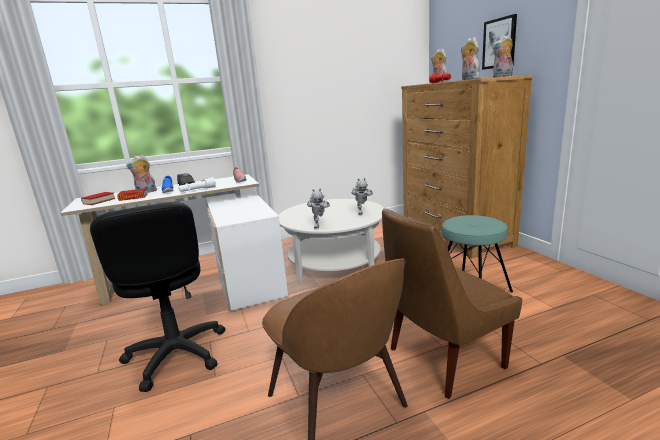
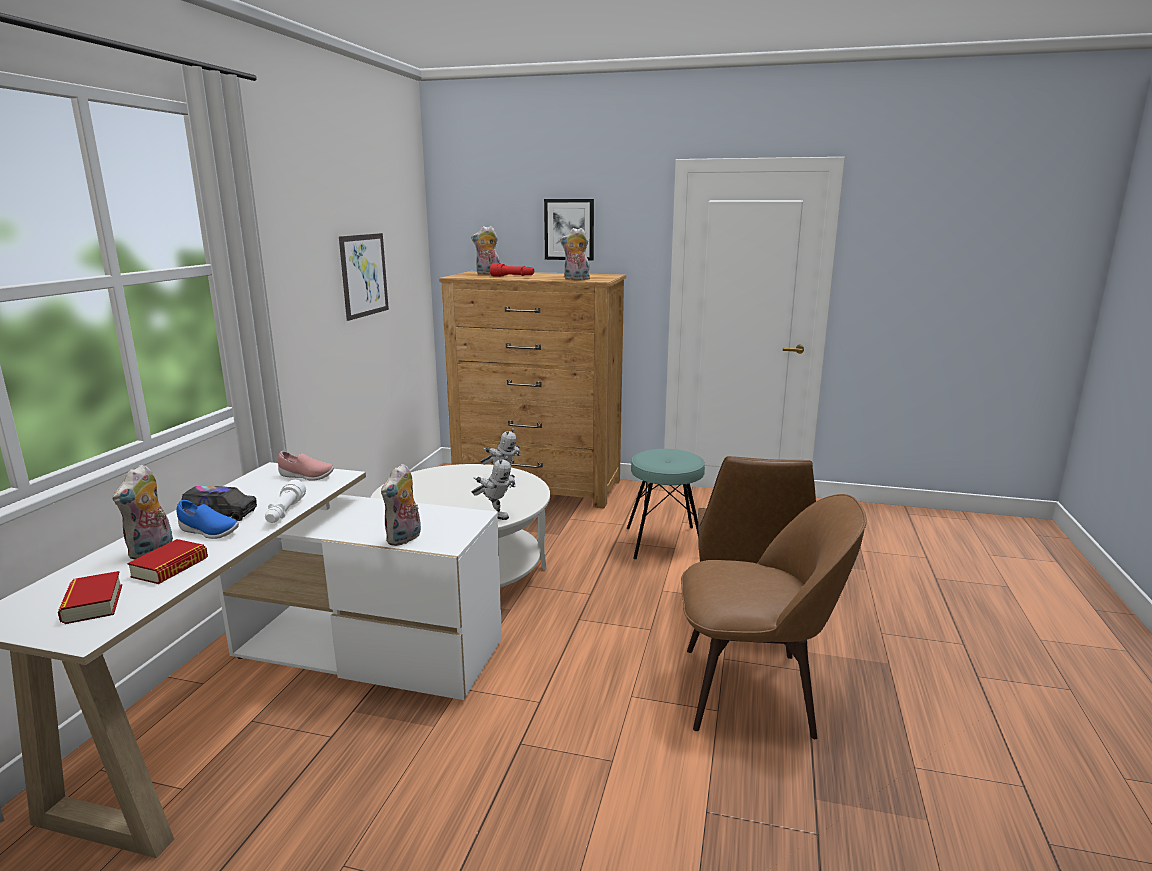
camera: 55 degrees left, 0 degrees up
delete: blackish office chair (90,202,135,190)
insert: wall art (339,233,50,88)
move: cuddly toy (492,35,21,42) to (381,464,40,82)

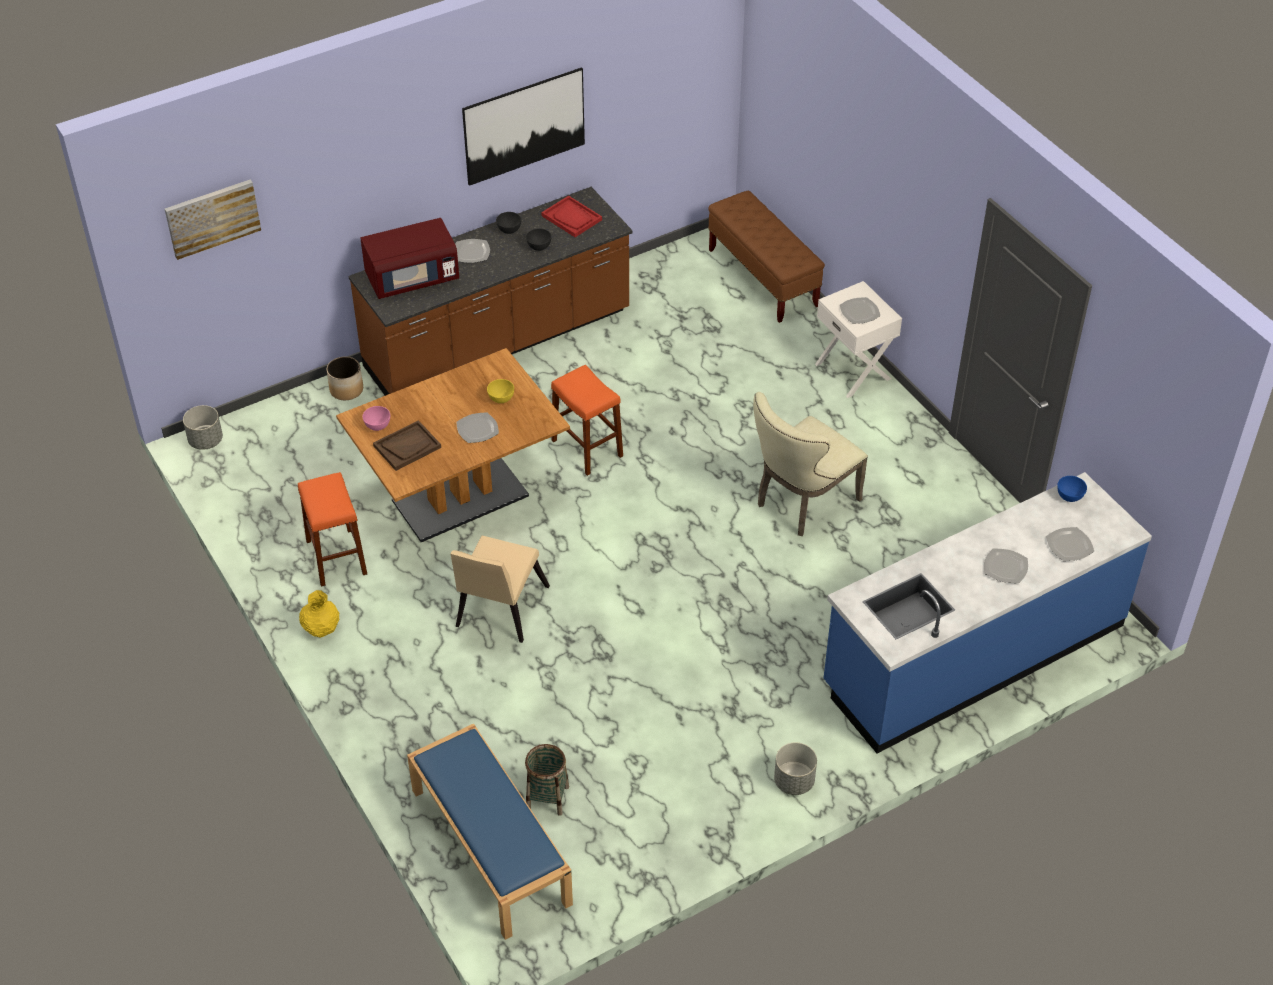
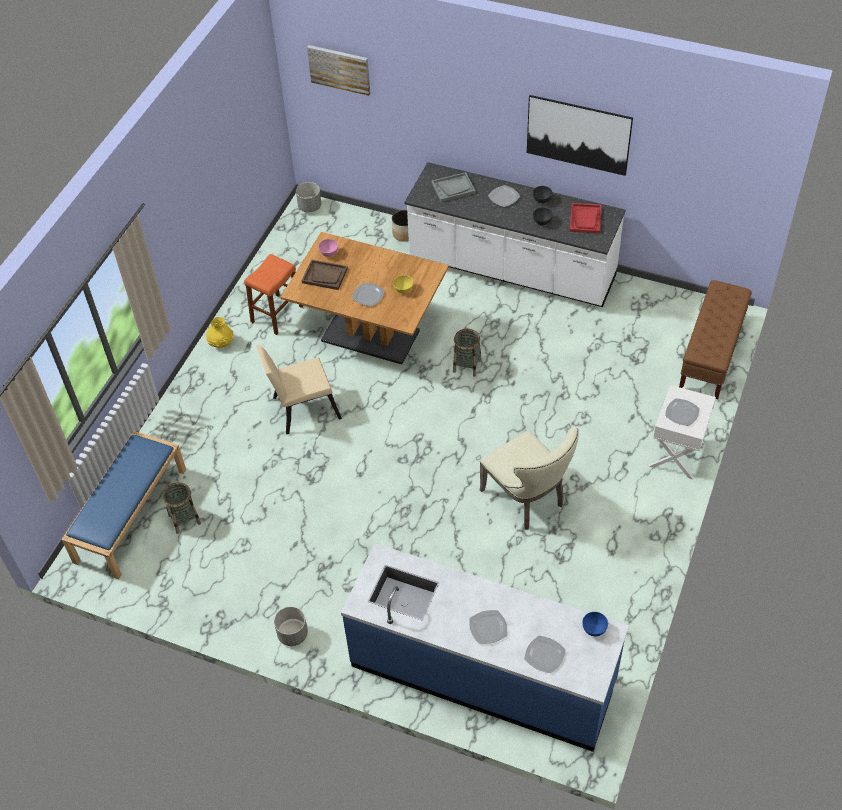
camera: 55 degrees right, 5 degrees up
replace: red microwave oven (360,218,99,81) to grey serving tray (431,172,45,30); orange-coloured sitting stool (551,365,72,111) to basket (453,329,28,48)
recolor: brownish counter (348,187,285,209) to white-coloured counter (404,162,222,145)
rotate: beige-coloured plain chair (753,392,115,144) = (480,427,99,103) 135 degrees counterclockwise

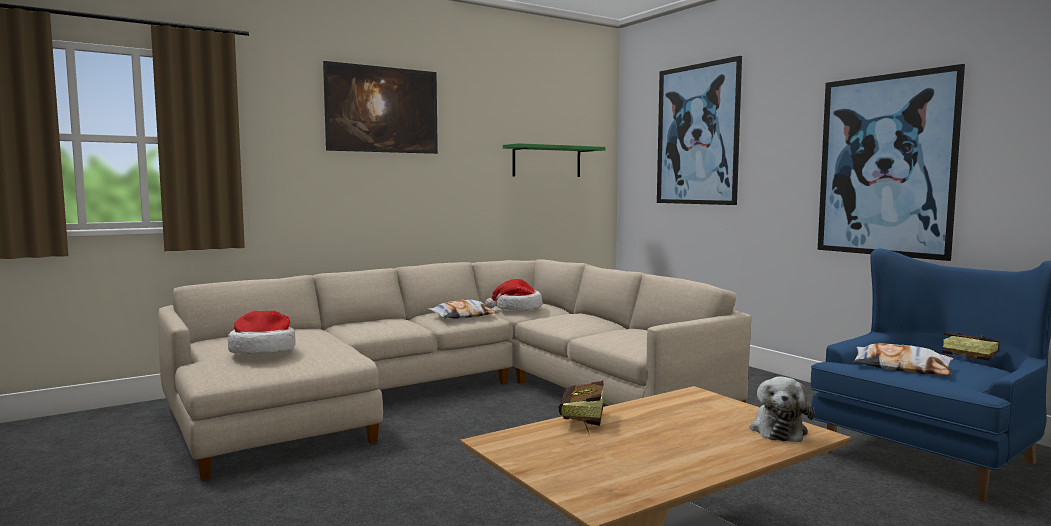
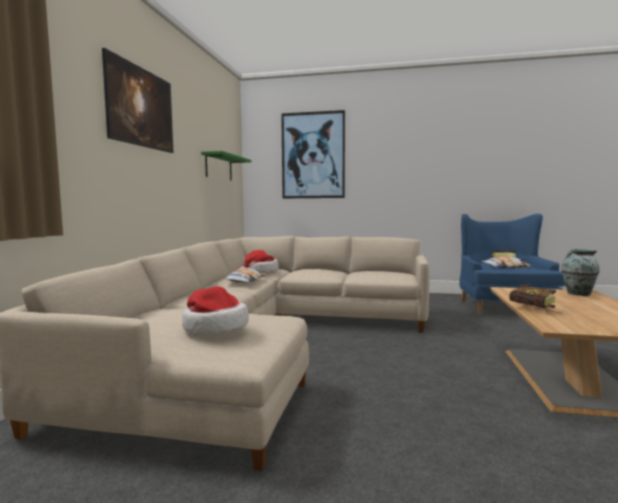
camera: 45 degrees left, 0 degrees up
delete: wall art (818,64,147,197)
replace: cuddly toy (750,376,64,66) to flower vase (561,249,39,47)

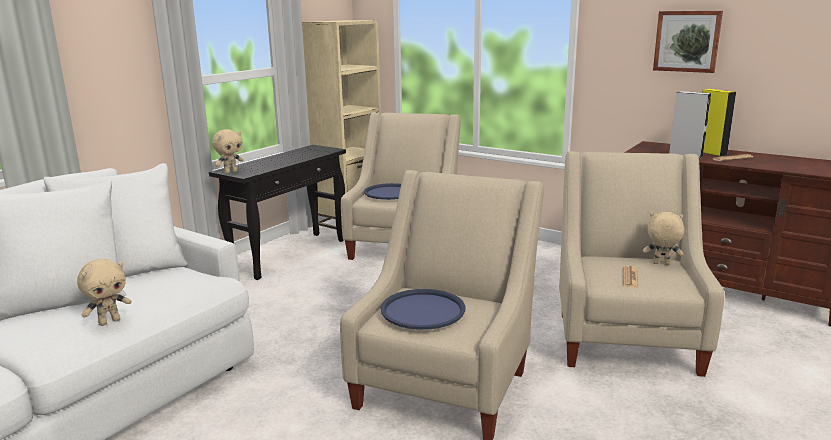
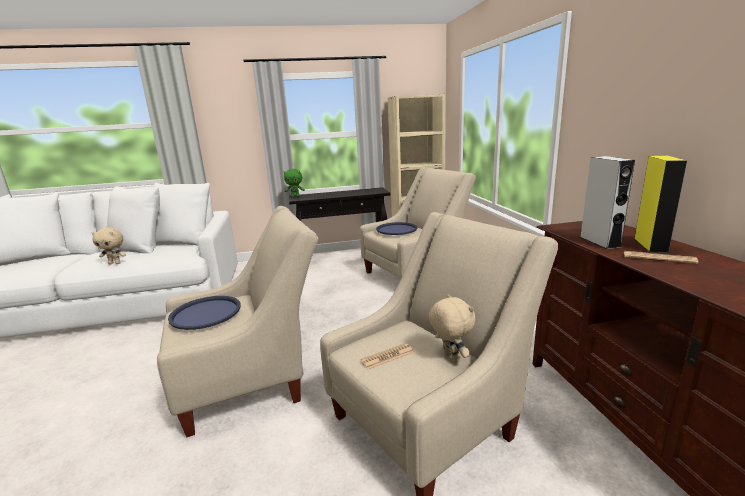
camera: 45 degrees right, 0 degrees up
delete: wall art (653,11,70,62)
recolor: beige-coloured cuddly toy (212,129,32,45) to greenish cuddly toy (284,169,21,29)

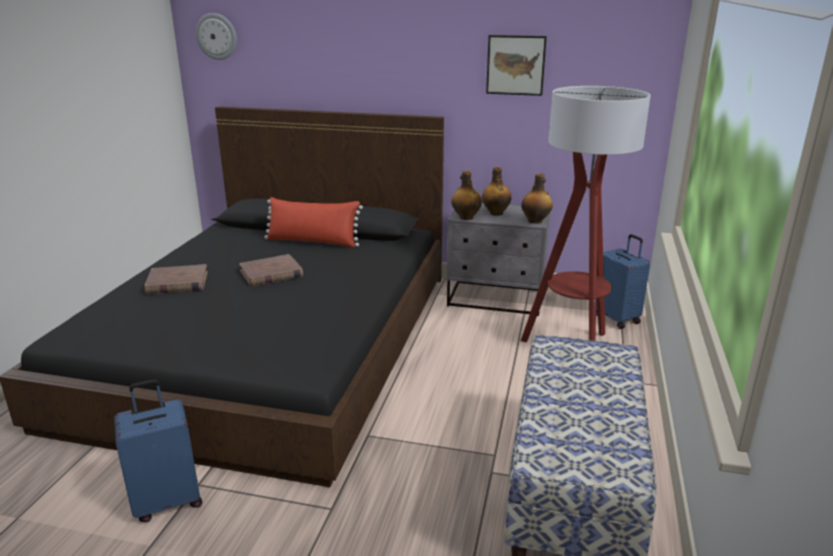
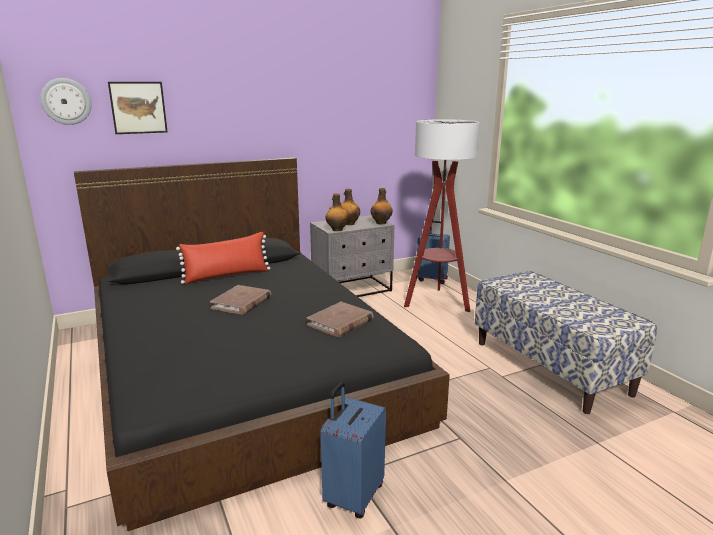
camera: 40 degrees left, 5 degrees down
move: brownish bound book (144,264,64,30) to (307,302,66,35); wall art (486,35,61,61) to (108,82,60,52)

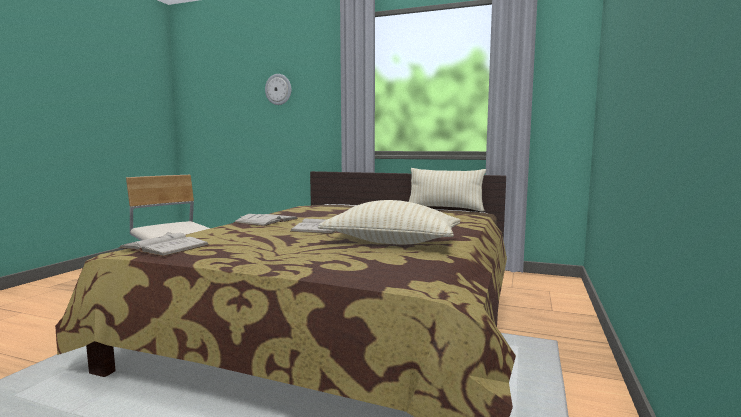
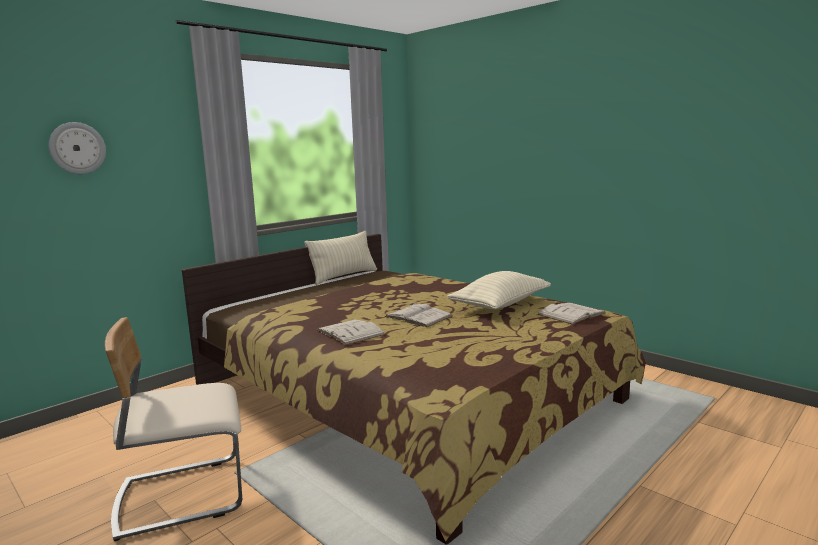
camera: 65 degrees left, 5 degrees up
move: white-coloured bound book (118,232,92,25) to (537,303,68,22)

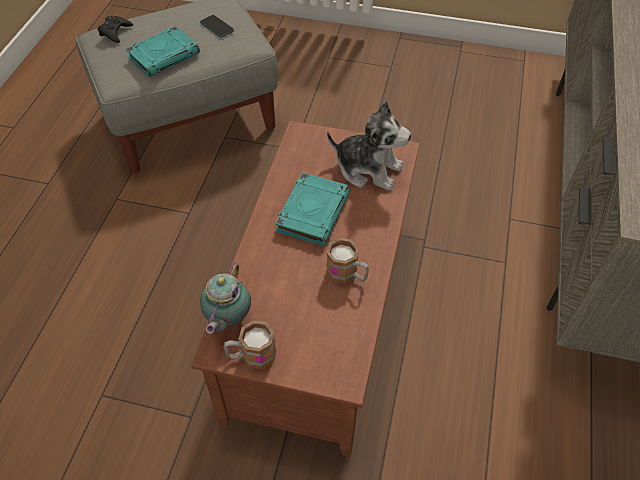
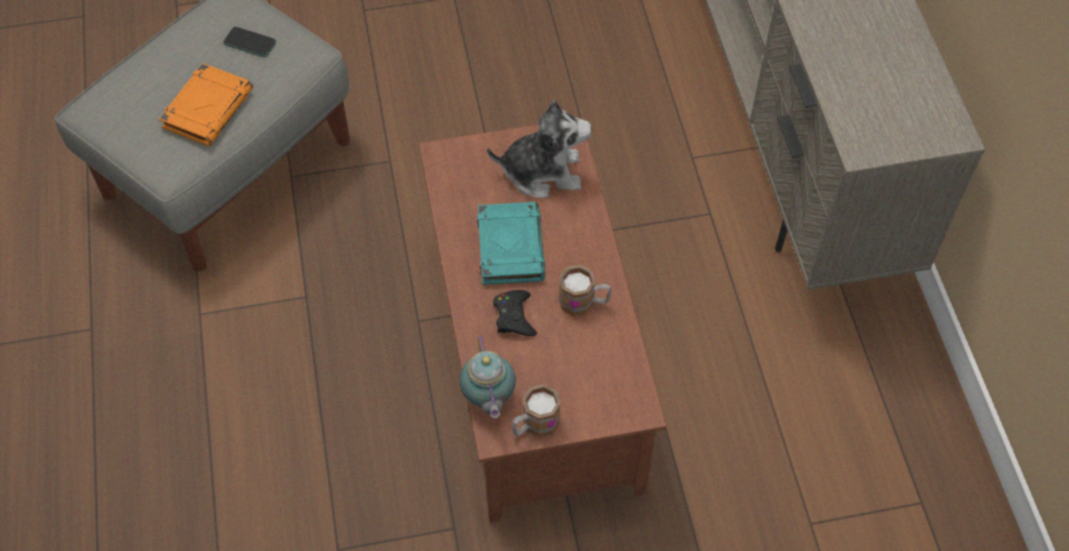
camera: 25 degrees left, 5 degrees up
move: blackish gamepad (97,16,36,27) to (493,290,44,46)
recolor: turquoise bound book (126,26,74,51) to orange-coloured bound book (159,63,94,83)

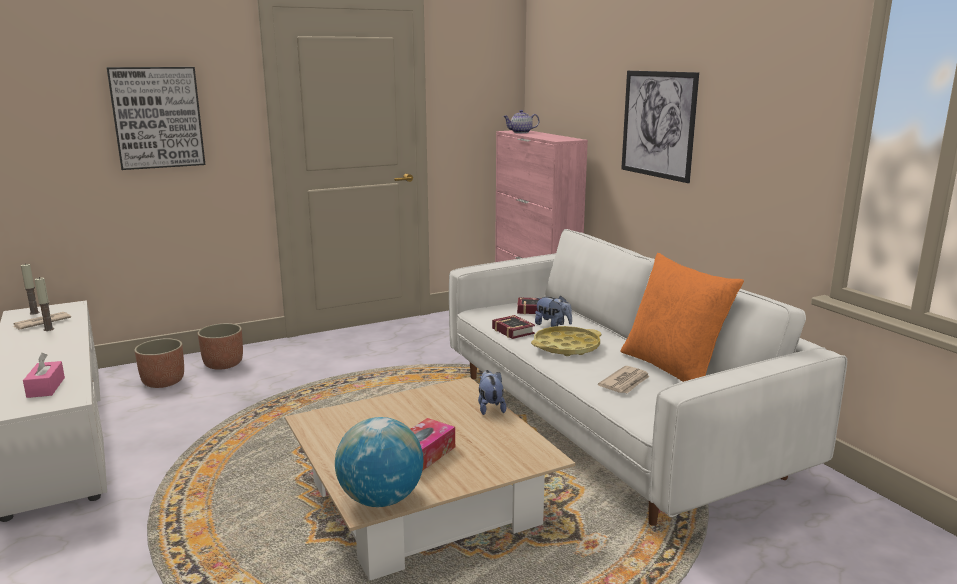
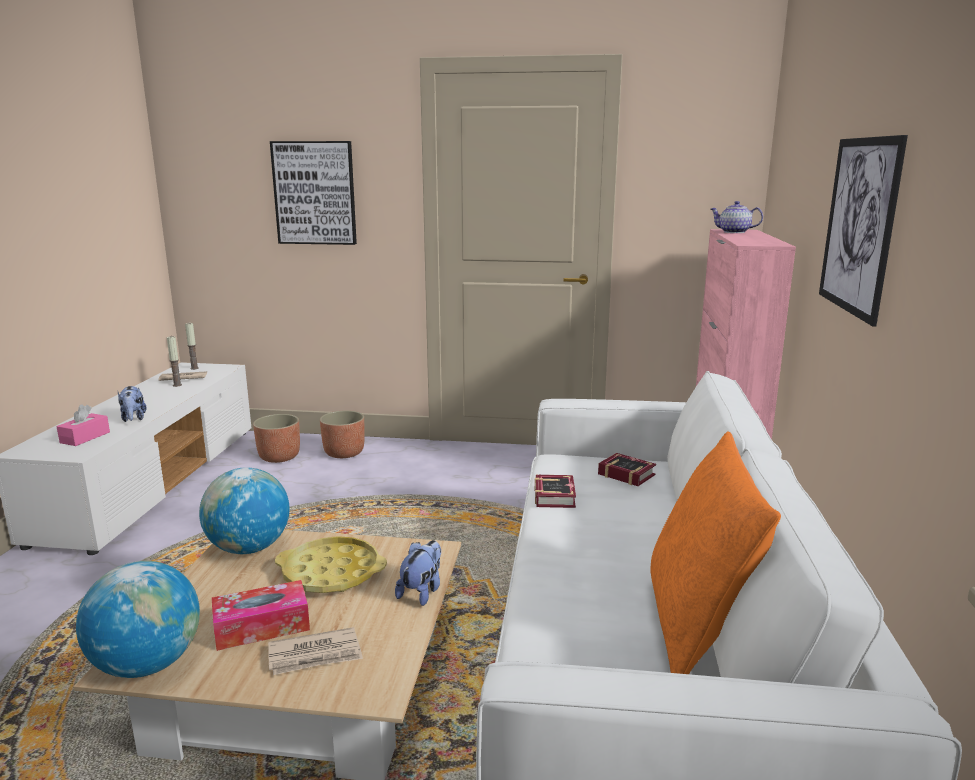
camera: 35 degrees right, 0 degrees up
insert: world globe (199,467,90,87)
move: yellow serving tray (531,326,70,30) to (275,536,112,57); cuddly toy (535,296,37,31) to (118,386,29,36); printed paper (598,366,52,28) to (268,627,95,48)

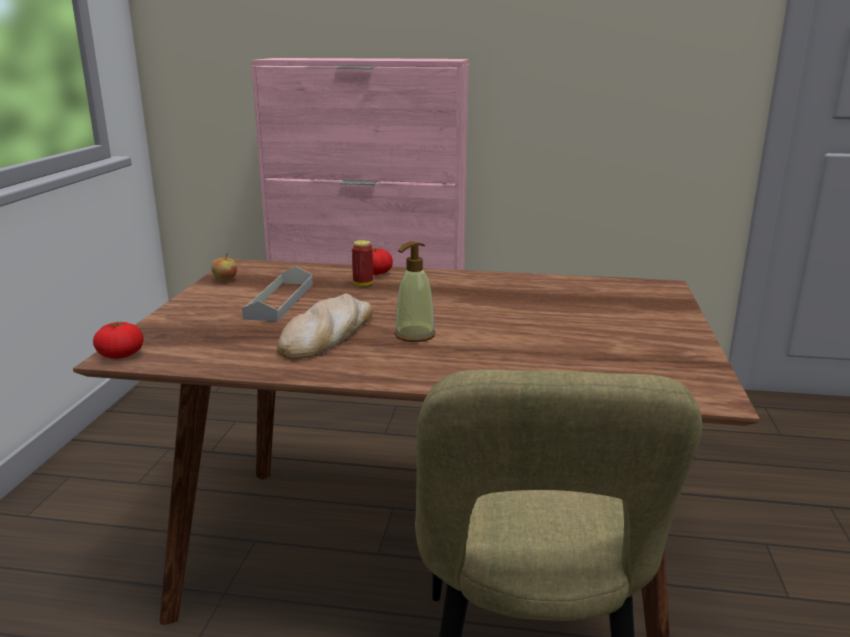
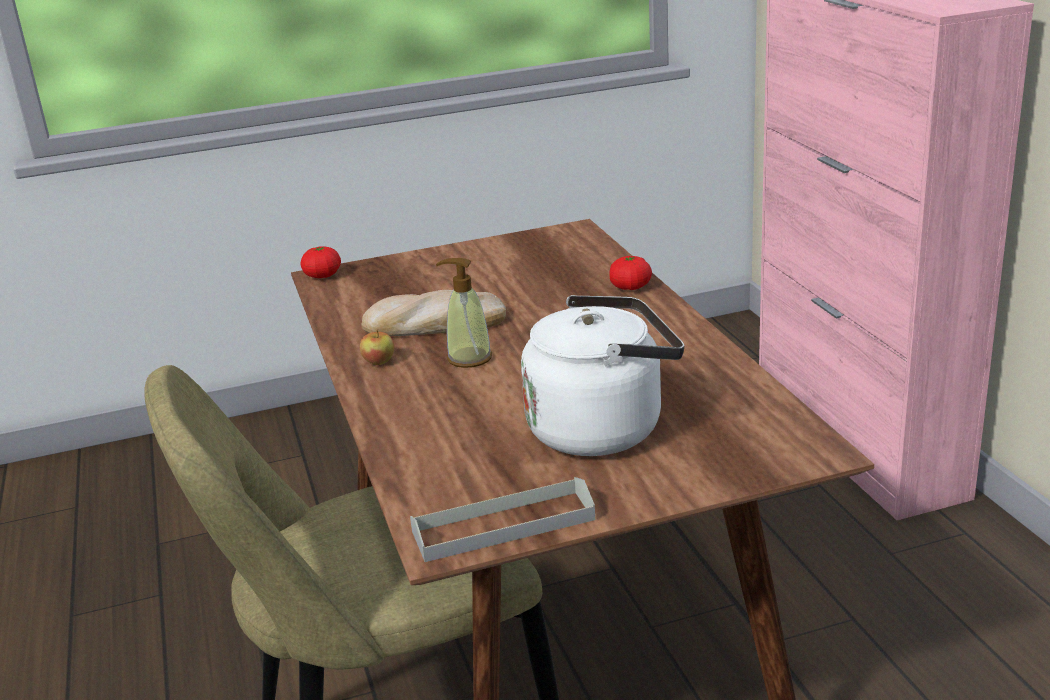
camera: 65 degrees right, 5 degrees up
delete: sealed can (352,240,21,46)
insert: white-coloured water kettle (521,295,163,161)
move: whole apple (211,253,26,29) to (360,329,34,36); grey serving tray (242,267,71,55) to (410,477,185,85)

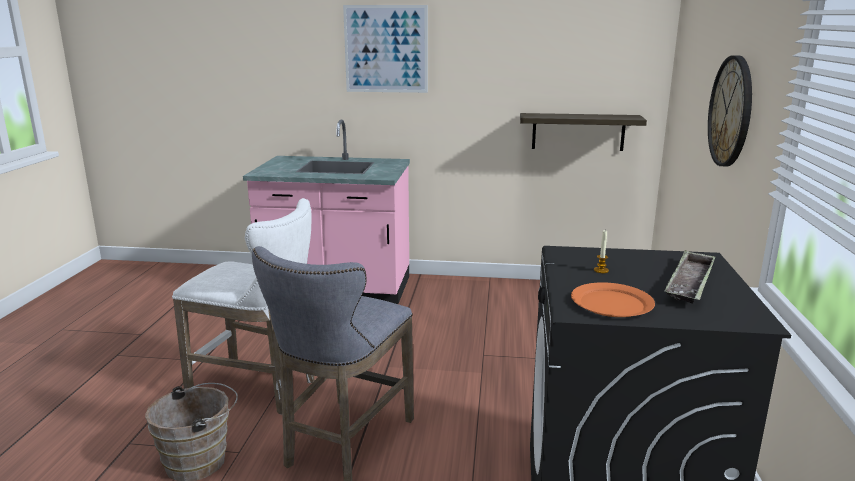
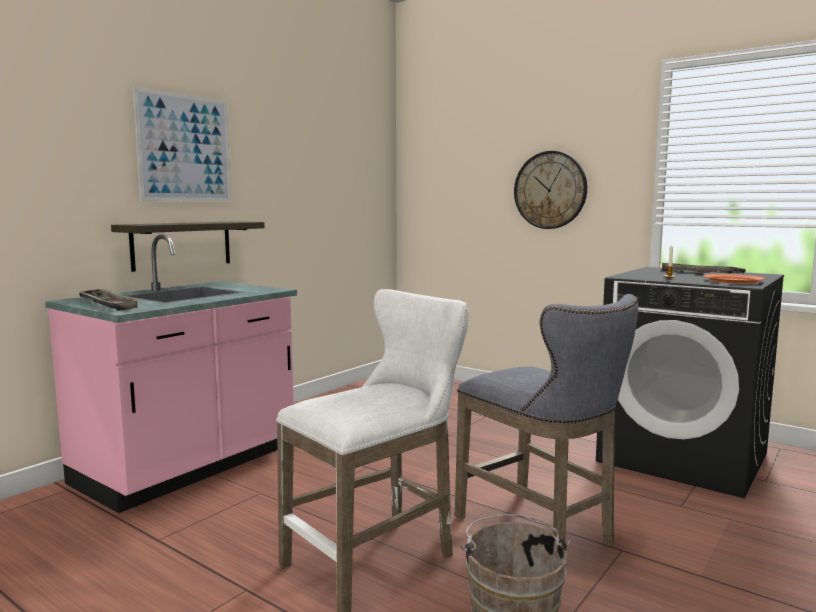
camera: 60 degrees left, 10 degrees down
insert: serving tray (75,289,66,22)
move: shelf (520,113,127,38) to (111,221,154,51)

